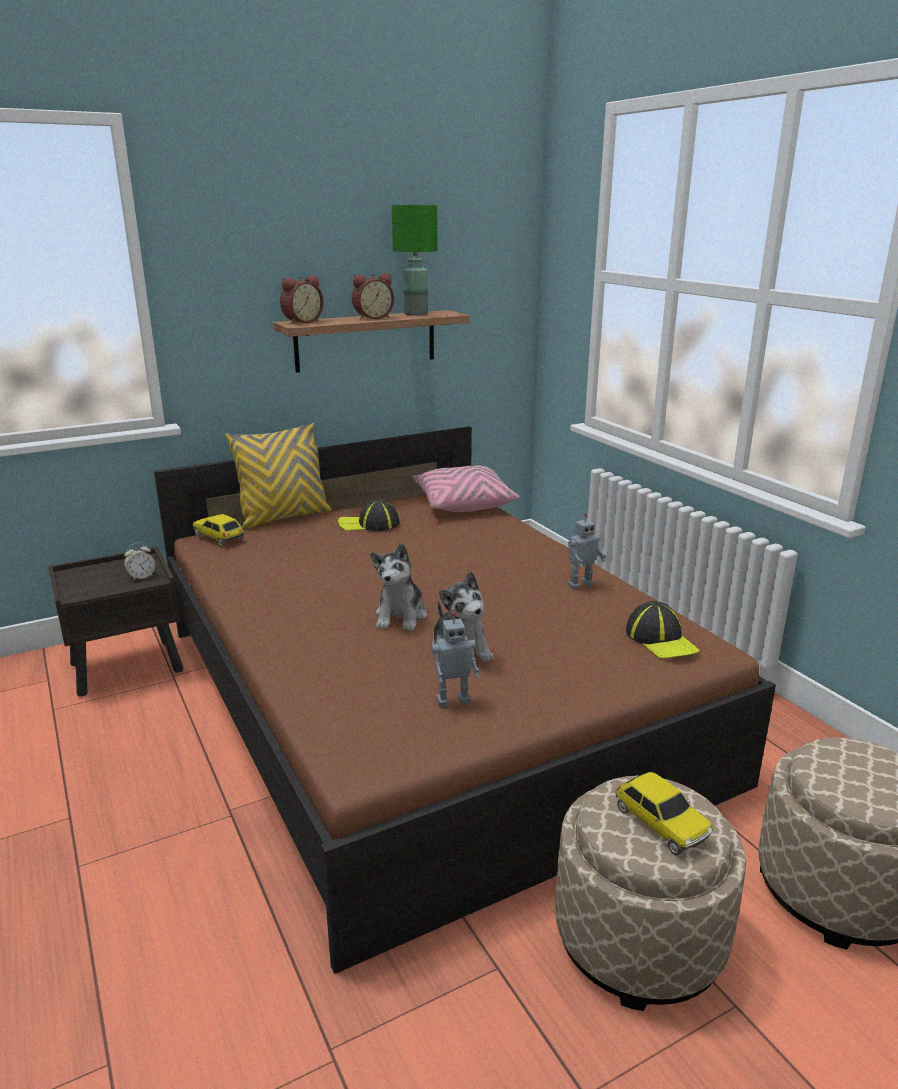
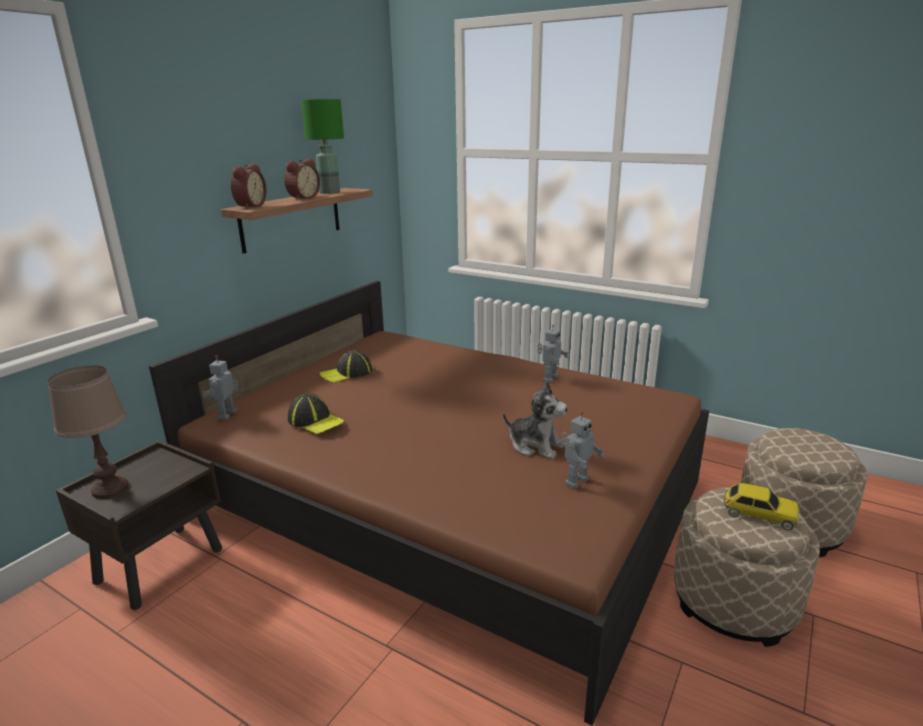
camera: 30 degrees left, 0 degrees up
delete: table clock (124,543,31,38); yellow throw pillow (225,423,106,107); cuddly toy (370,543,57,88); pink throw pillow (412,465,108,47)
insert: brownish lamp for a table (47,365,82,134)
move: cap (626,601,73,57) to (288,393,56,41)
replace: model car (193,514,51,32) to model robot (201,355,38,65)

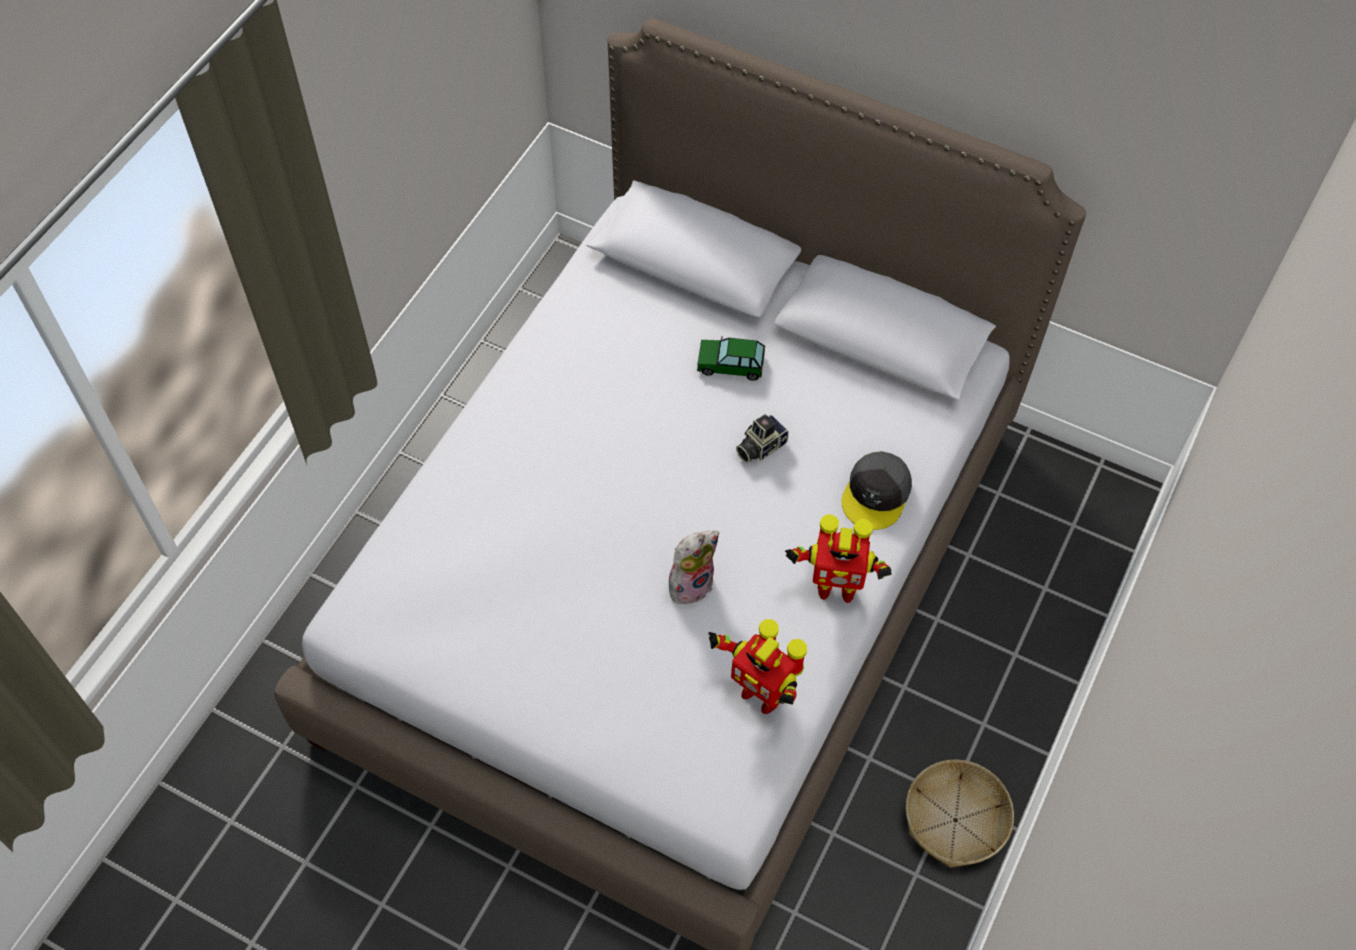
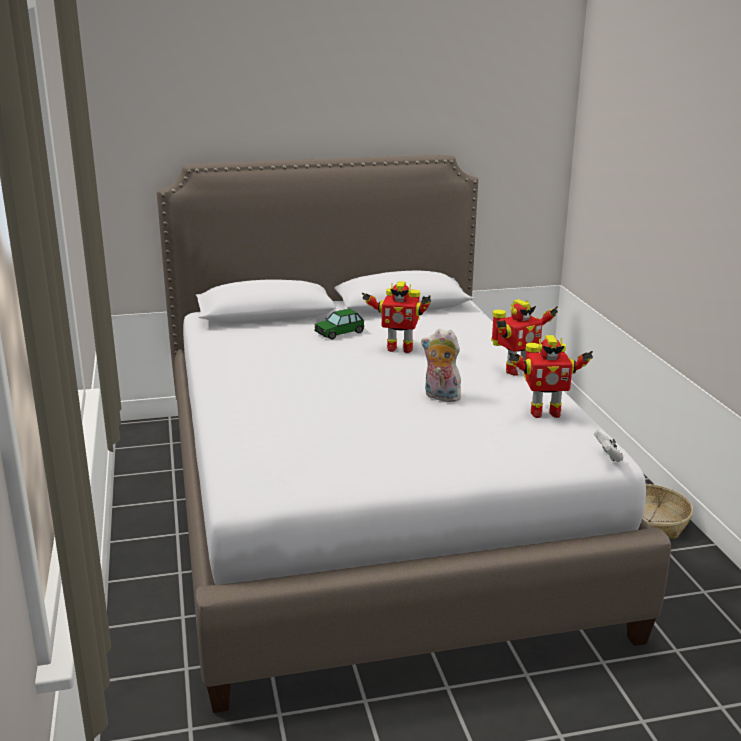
camera: 40 degrees left, 35 degrees down
delete: grey cap (841,451,71,79)
insert: white-coloured gamepad (594,430,29,32)
replace: photo camera (736,414,53,49) to model robot (362,281,69,72)
rotate: cuddly toy (669,530,50,74) = (421,329,40,73) 75 degrees counterclockwise

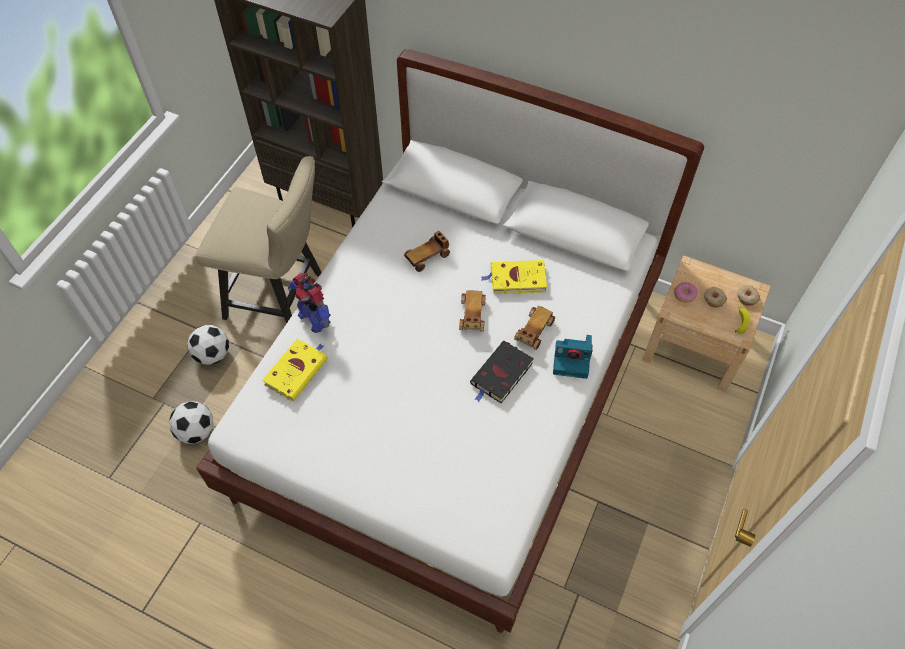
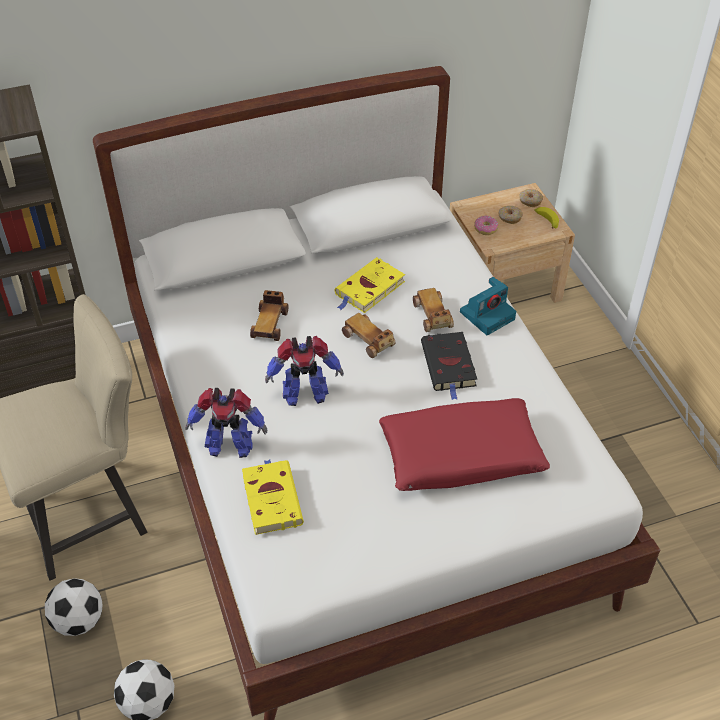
camera: 45 degrees left, 10 degrees down
insert: model robot (265,336,79,70); red throw pillow (379,398,171,93)

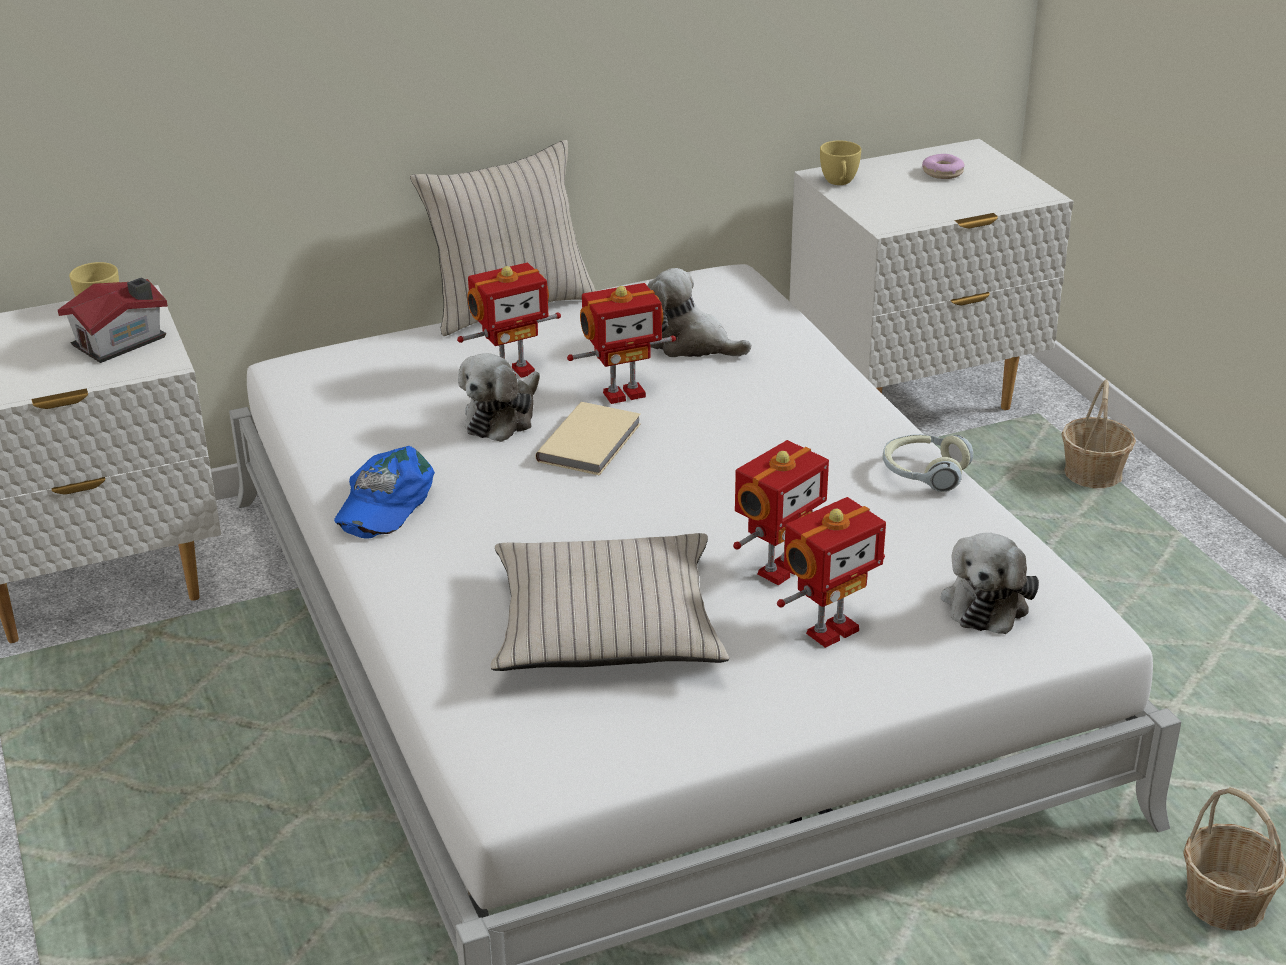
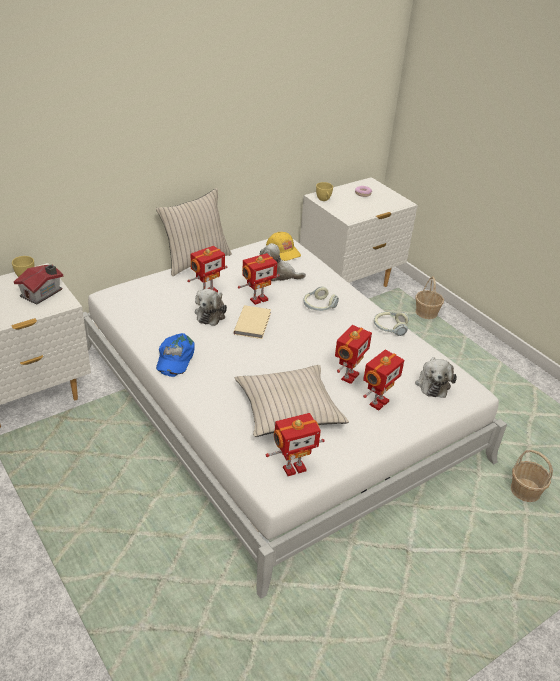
camera: 15 degrees left, 5 degrees up
insert: yellow cap (266,232,35,29); model robot (266,413,59,63); pair of headphones (303,287,36,24)

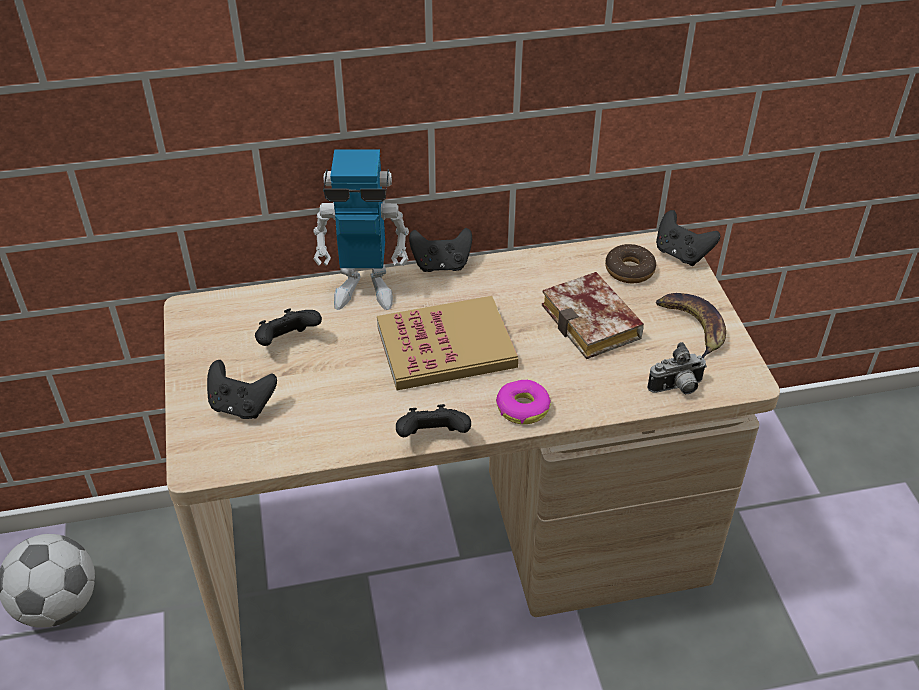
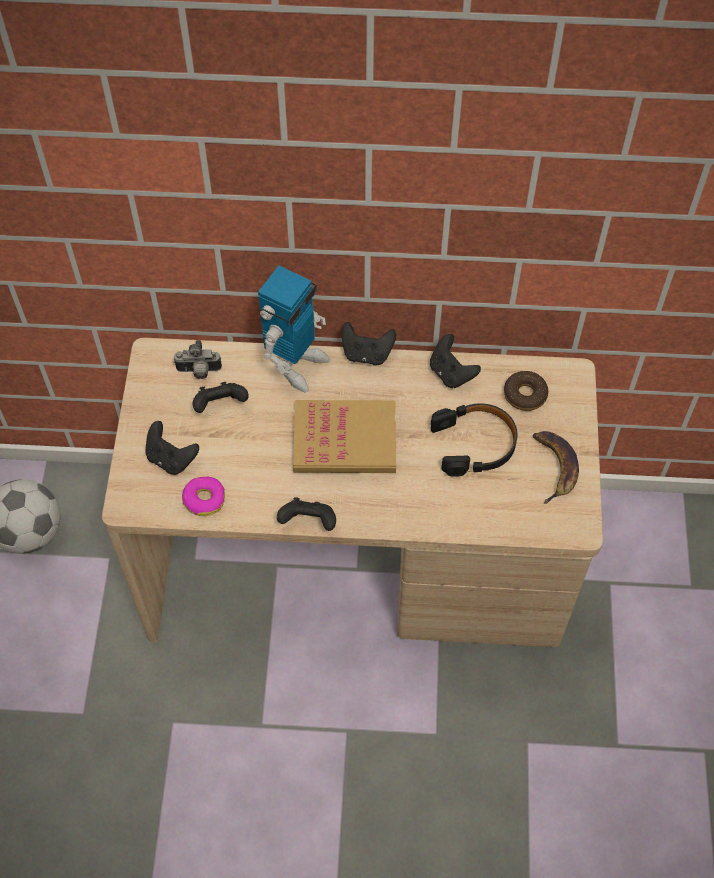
camera: 15 degrees right, 15 degrees up
move: doughnut (496,380,55,44) to (182,477,43,39); photo camera (647,342,60,52) to (174,340,48,39); blackish gamepad (656,210,64,56) to (430,334,51,54)
replace: bound book (542,272,102,87) to blackish pair of headphones (431,403,86,74)
rotate: model robot (313,149,96,161) = (258,265,72,127) 75 degrees counterclockwise

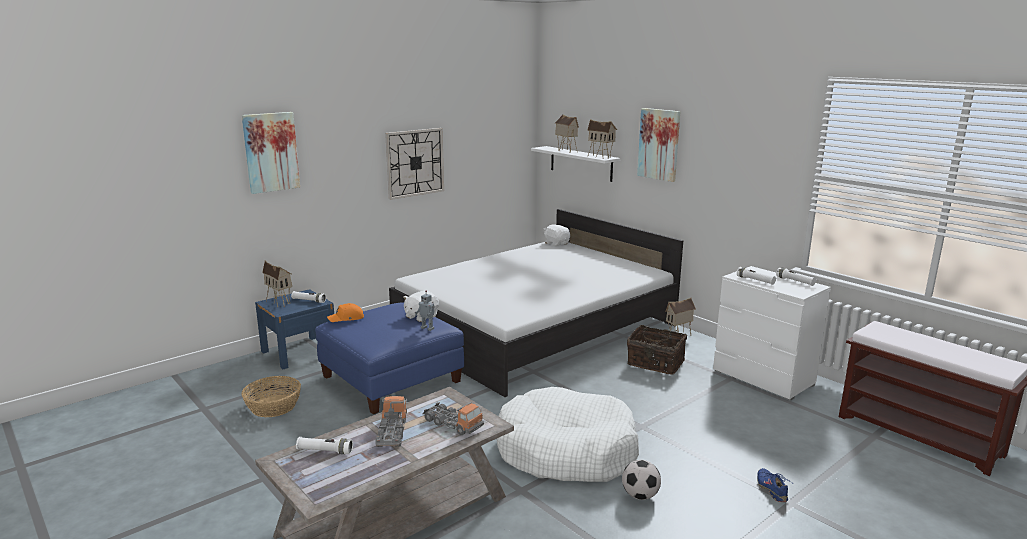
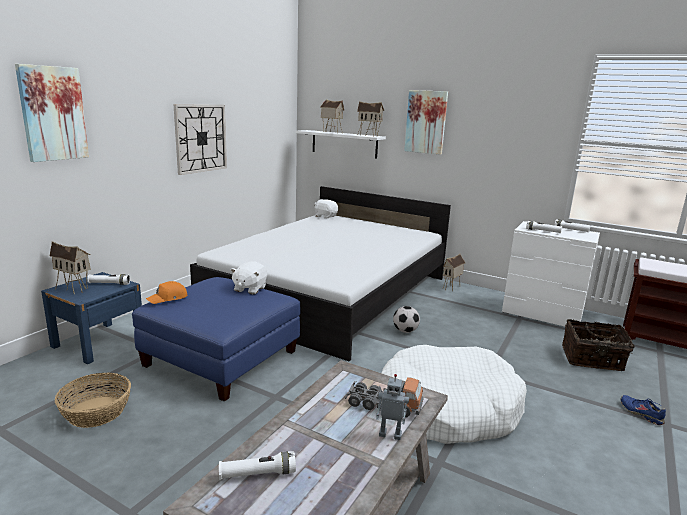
camera: 20 degrees left, 0 degrees up
delete: toy lorry (375,396,32,51)
move: model robot (415,291,20,40) to (376,374,33,66); ball for football (622,460,39,40) to (393,306,27,27); basket (627,325,60,50) to (562,319,73,52)

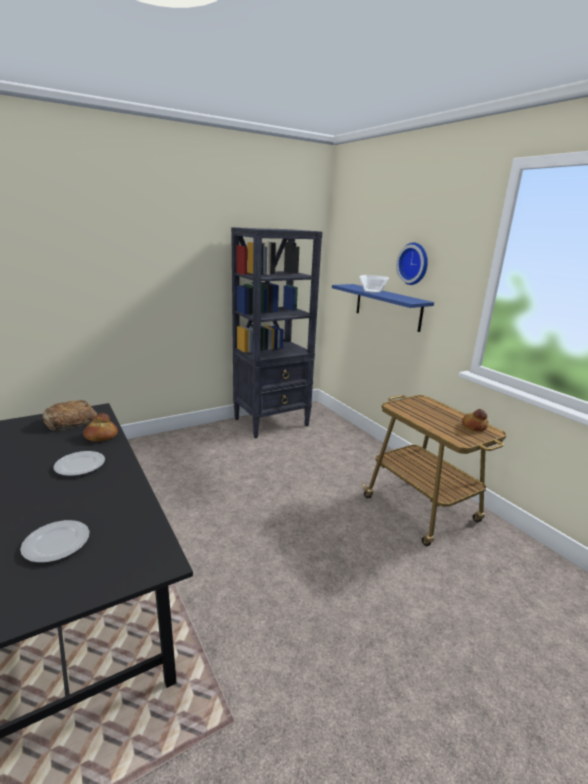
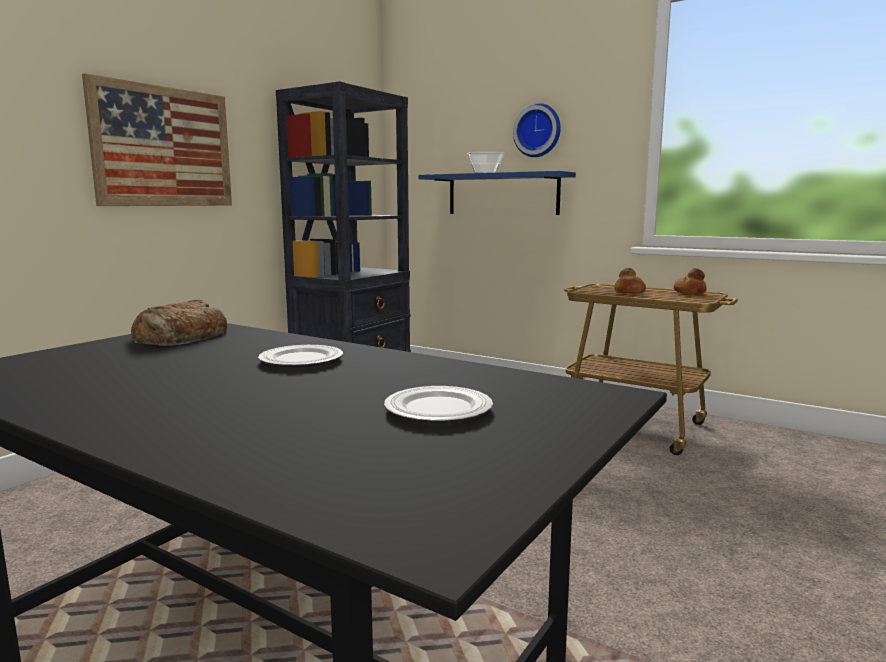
camera: 25 degrees left, 10 degrees down
insert: wall art (82,73,150,133)
move: bread (83,413,35,29) to (615,268,31,25)

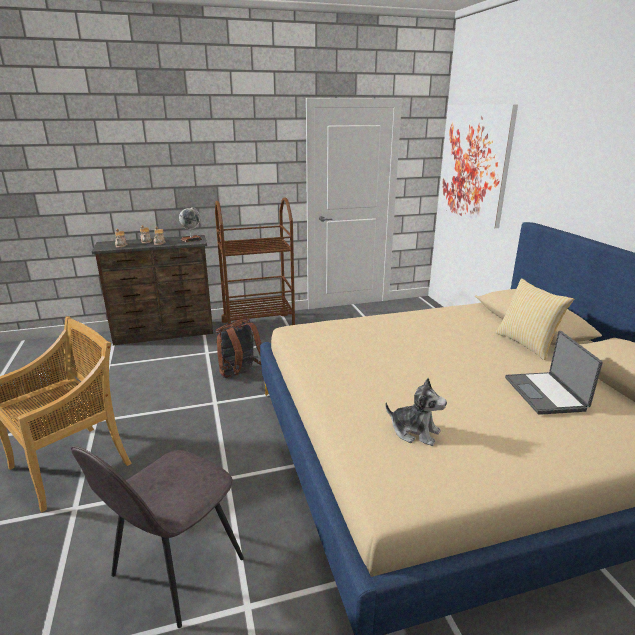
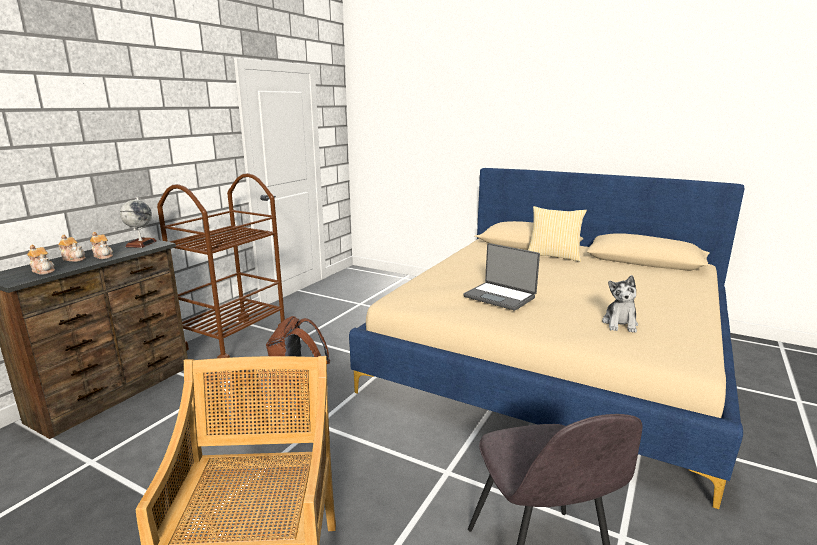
camera: 45 degrees left, 5 degrees down
delete: wall art (438,104,80,124)
move: notebook computer (505,331,98,84) to (463,243,77,68)
rotate: cuddly toy (385,378,62,68) = (602,275,36,58) 120 degrees clockwise

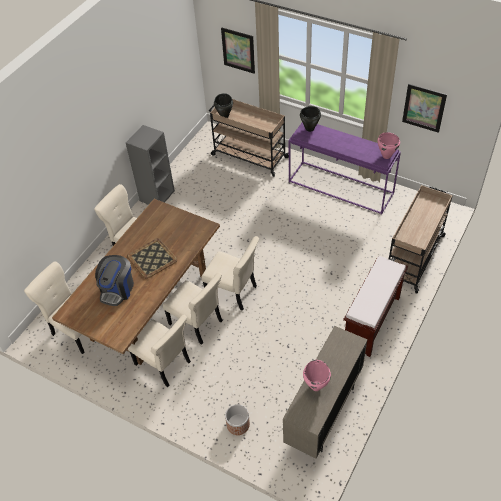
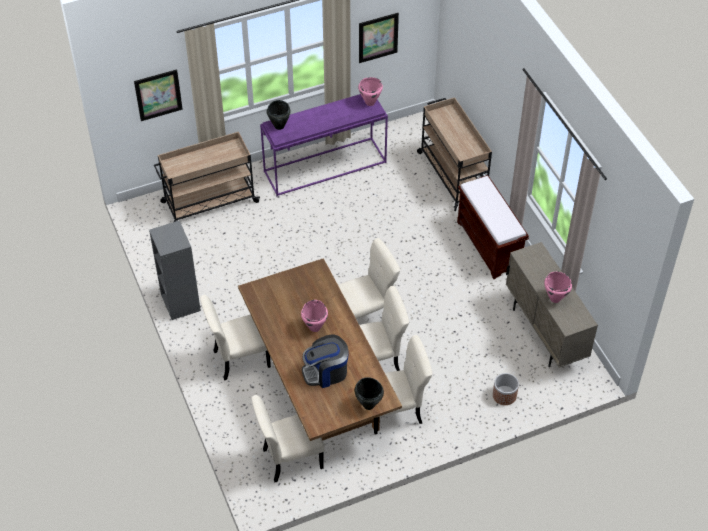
camera: 55 degrees left, 0 degrees up
move: blackish saucepot (214,93,19,25) to (355,377,29,33)
replace: serving tray (127,238,51,41) to pink saucepot (301,300,27,32)
rotate: coffee brewer (95,255,39,51) = (302,335,46,53) 105 degrees clockwise

